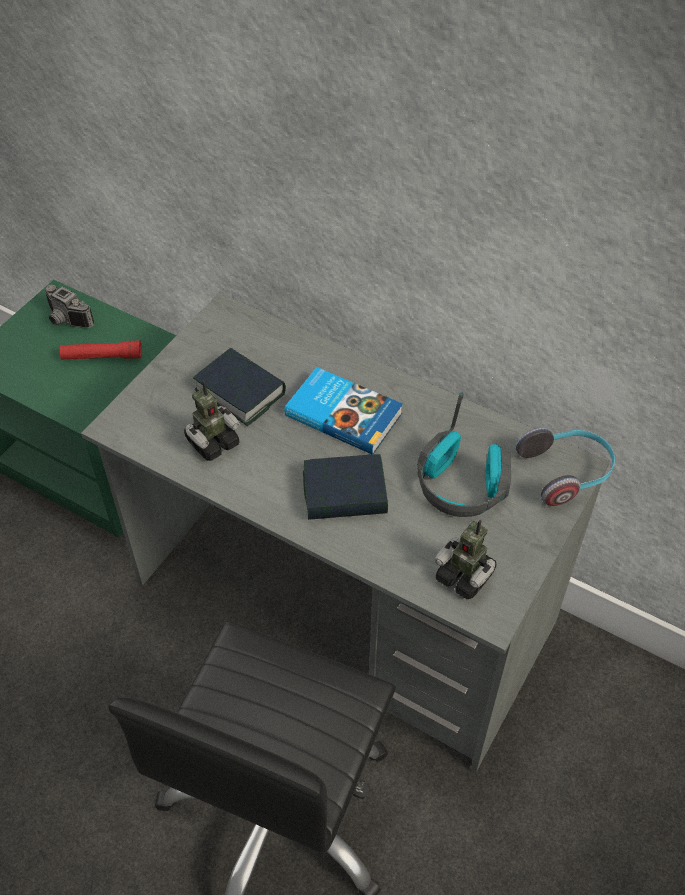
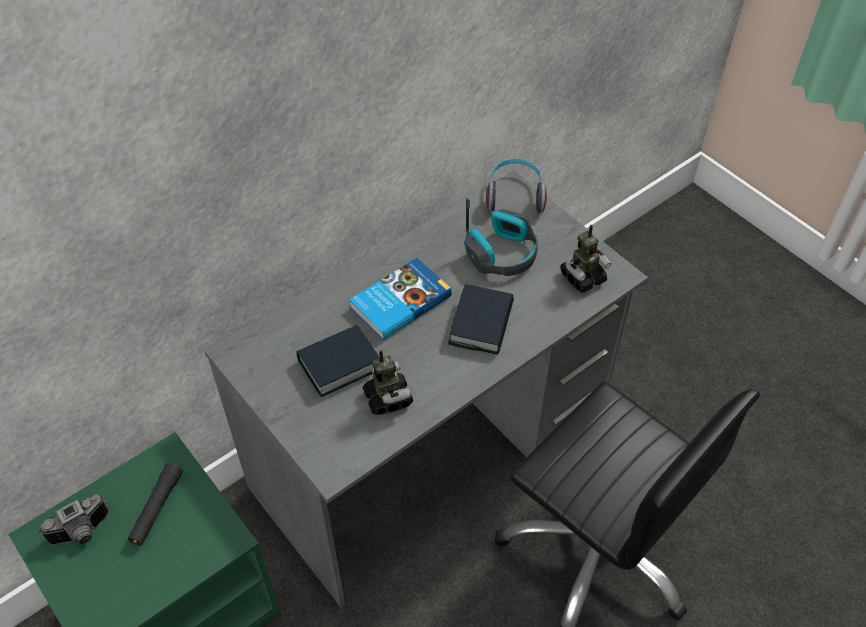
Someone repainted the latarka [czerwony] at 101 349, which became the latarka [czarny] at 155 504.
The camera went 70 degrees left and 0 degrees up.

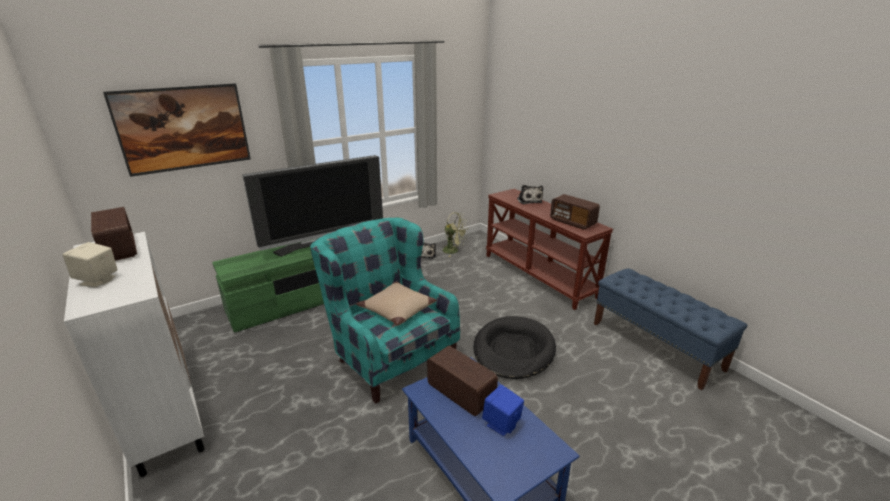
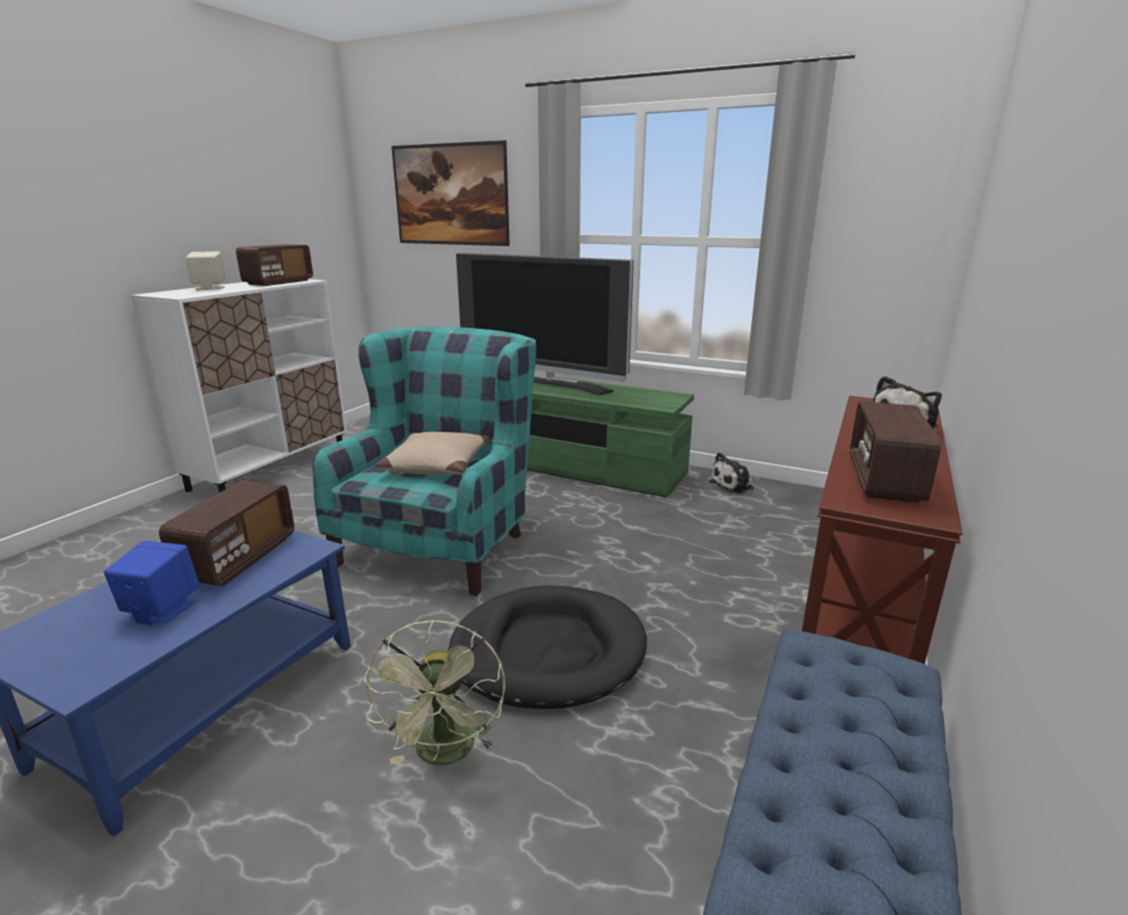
Someone carried the wentylator [zielony] from 454 234 to 434 692.
The camera went 60 degrees right and 5 degrees down.

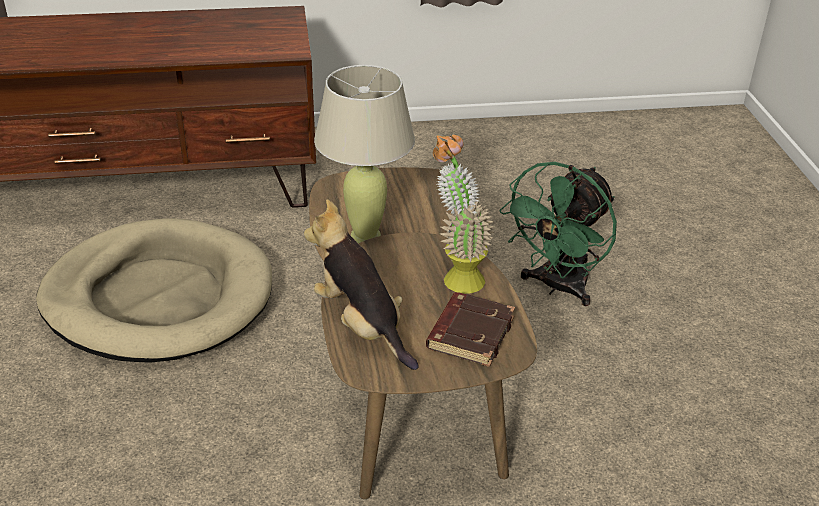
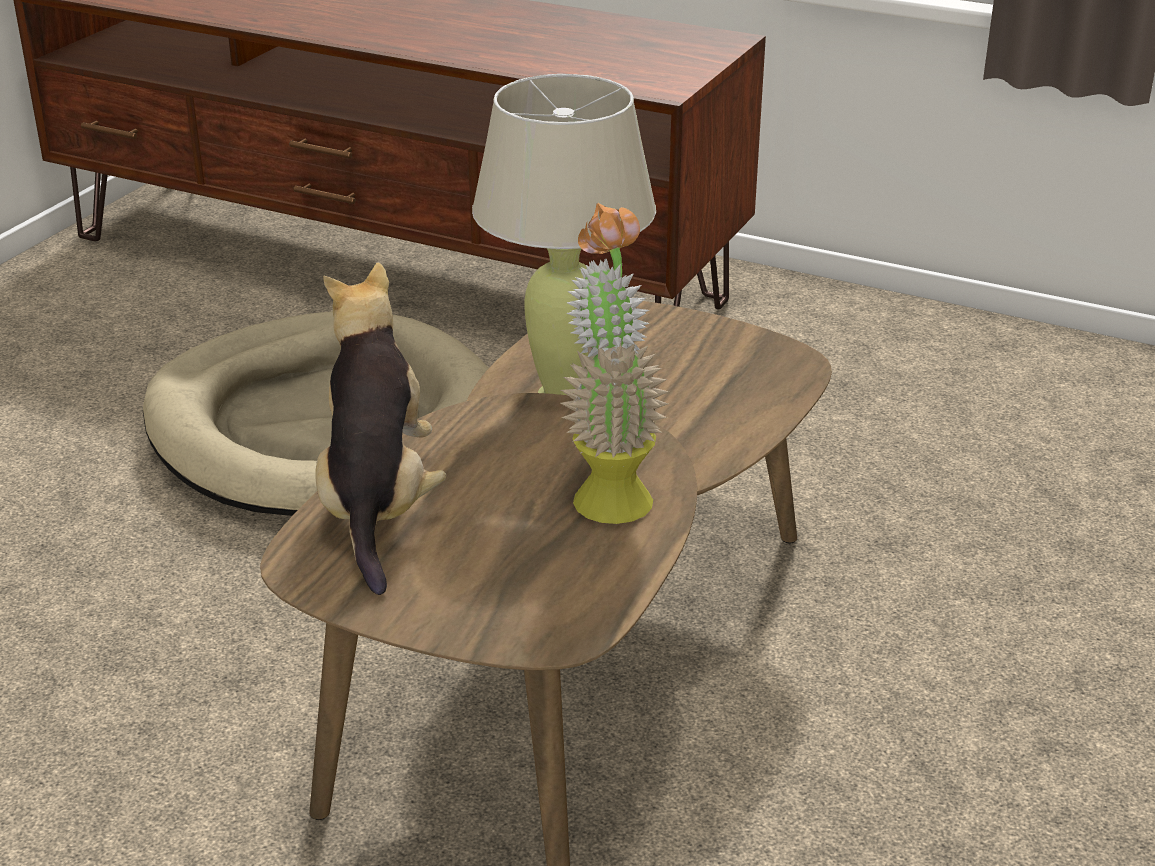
Someone took away the wentylator [zielony] at 558 234.
Someone took away the książka [brązowy] at 470 329.
The camera went 35 degrees right and 5 degrees down.

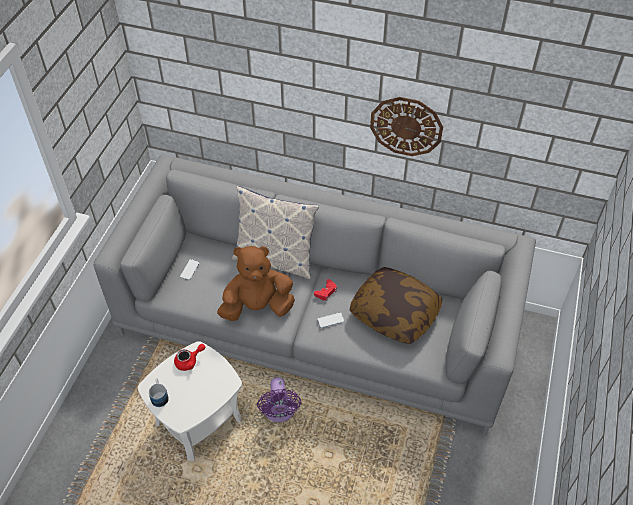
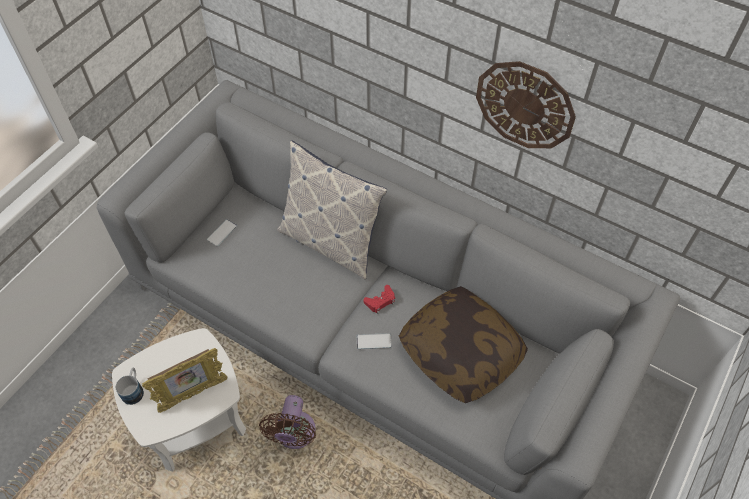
Someone took away the pluszak [brązowy] at 256 283.
Someone took away the imbryk [czerwony] at 189 357.
Someone repainted the wentylator [fioletowy] at 279 399, which became the wentylator [brązowy] at 287 422.
Someone put down the ramka na zdjęcie at 185 380.
The camera went 15 degrees right and 5 degrees up.

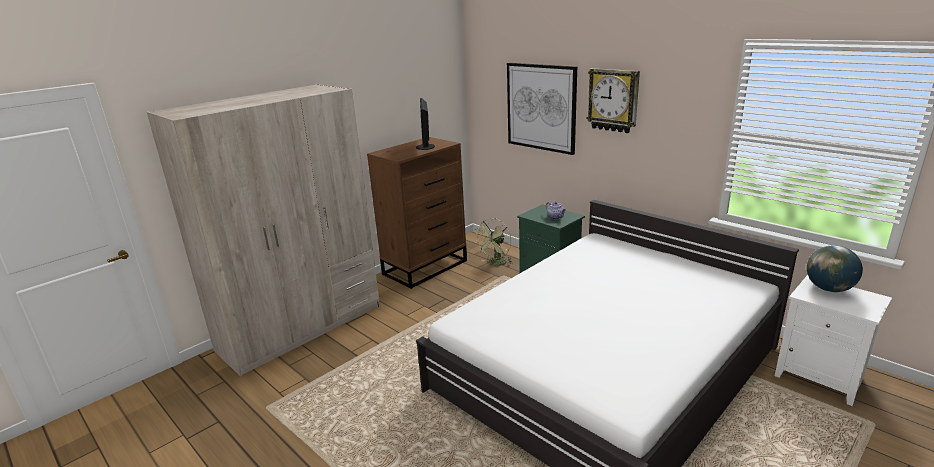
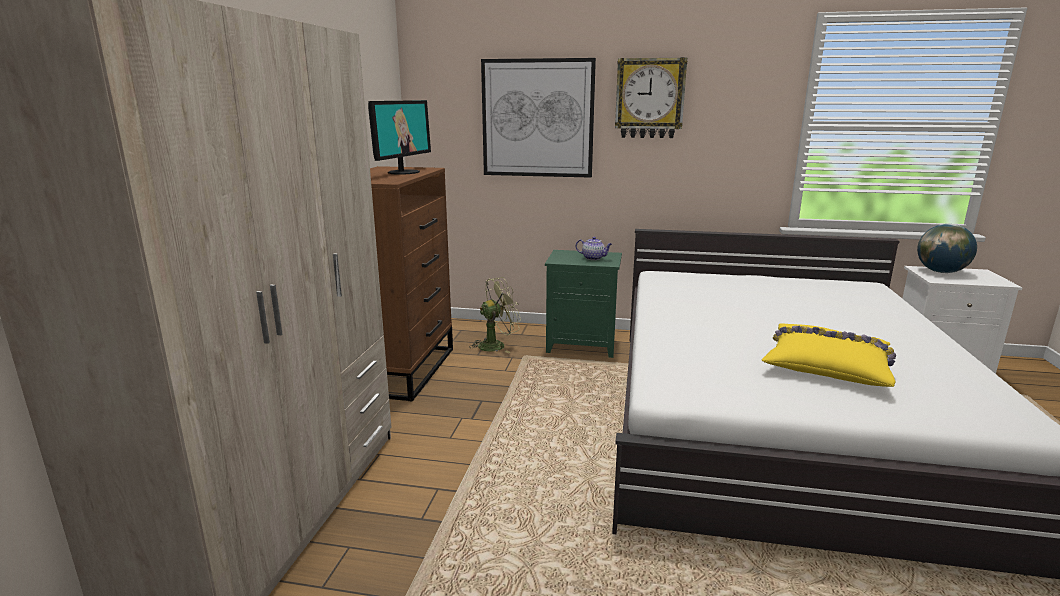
Someone rotated the monitor at 425 124 by 120 degrees counterclockwise.
Someone rotated the wentylator [zielony] at 493 242 by 120 degrees counterclockwise.
Someone put down the poduszka [żółty] at 829 355.
The camera went 35 degrees left and 5 degrees down.

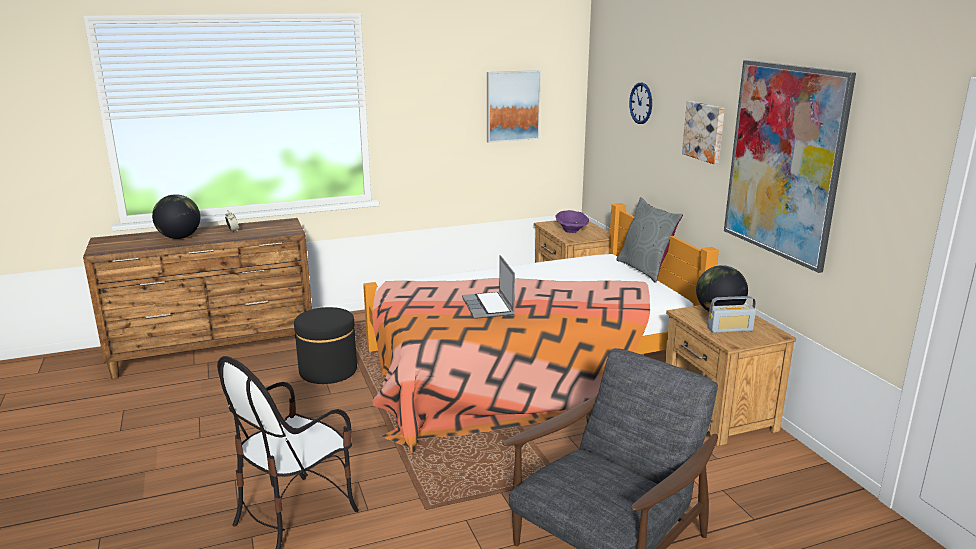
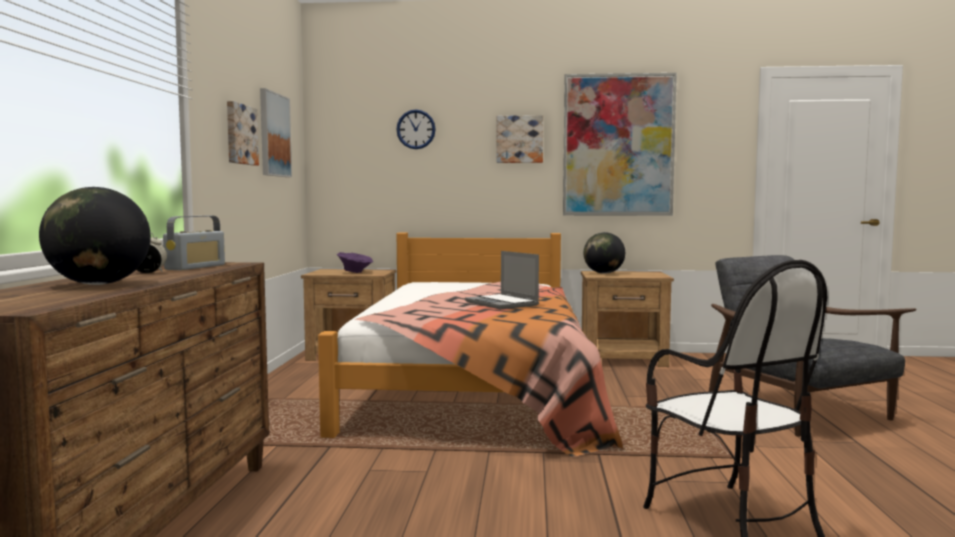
Someone took away the poduszka [szary] at 649 239.
Someone rotated the laptop at 488 287 by 45 degrees clockwise.
Someone carried the radio from 731 314 to 194 243.
Someone took away the pufa [czarny] at 325 345.
Someone put up the obraz at 243 133.
The camera went 65 degrees left and 15 degrees down.

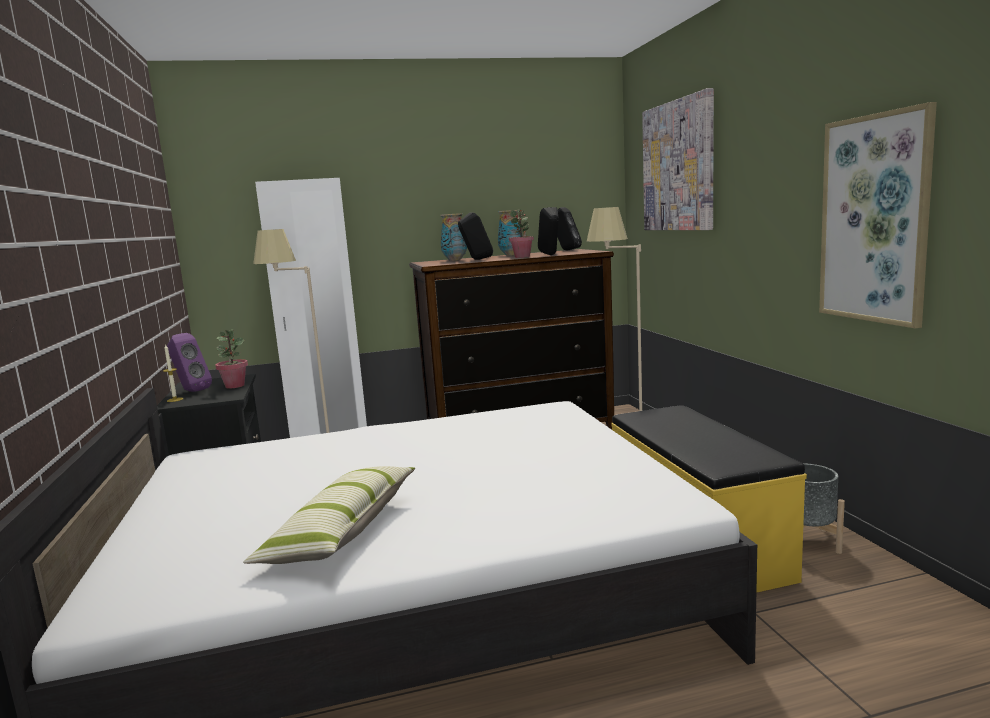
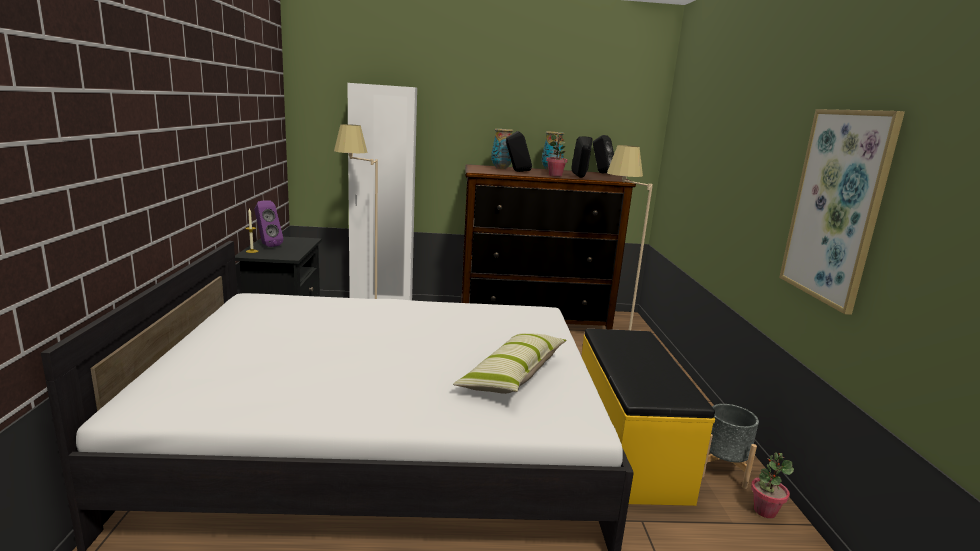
Someone took away the obraz at 678 159.
Someone carried the roślina doniczkowa from 231 359 to 772 485.
Someone carried the poduszka from 329 515 to 510 363.
The camera went 10 degrees right and 5 degrees up.

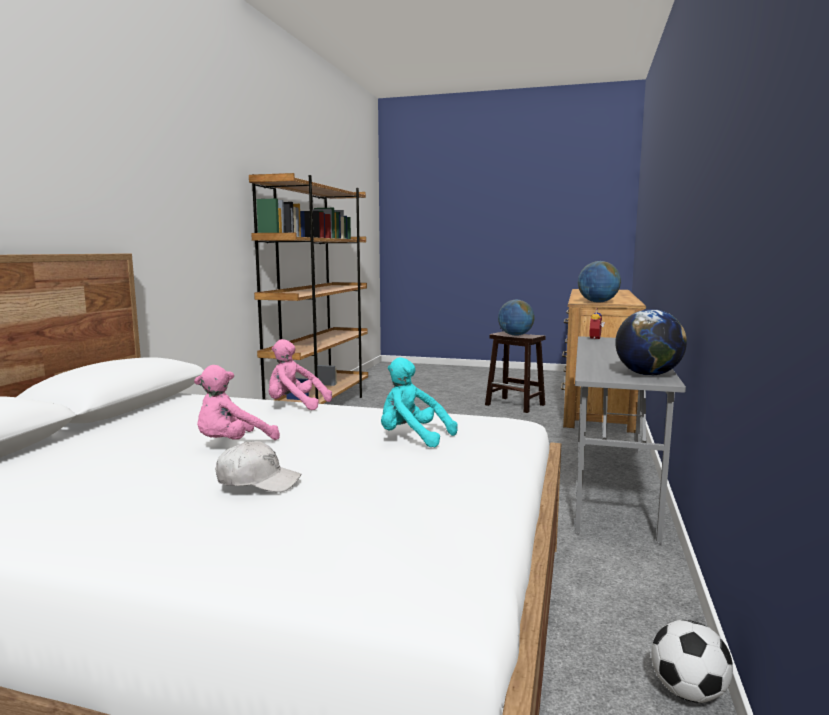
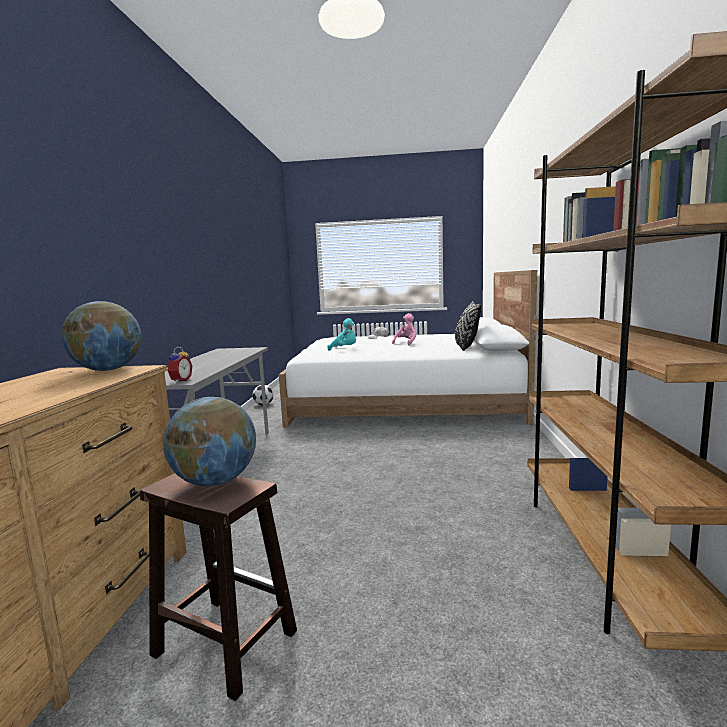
Someone took away the globus at 651 342.
Someone took away the pluszak [różowy] at 300 374.
Someone put down the poduszka [czarny] at 468 326.
The camera went 170 degrees right and 0 degrees up.

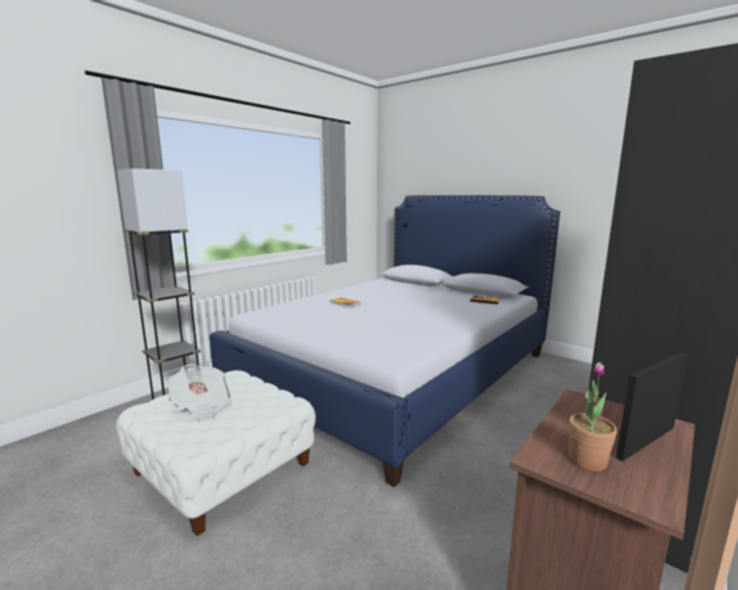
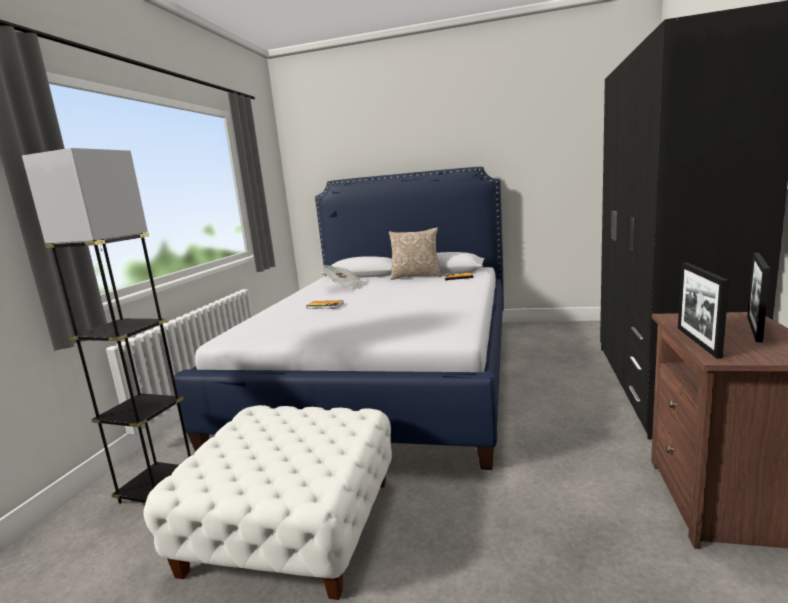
Someone took away the roślina doniczkowa at 593 416.
Someone carried the gazeta from 200 392 to 343 277.
Someone put down the poduszka at 415 253.
Someone put down the ramka na zdjęcie at 703 310.
The camera went 25 degrees left and 0 degrees up.

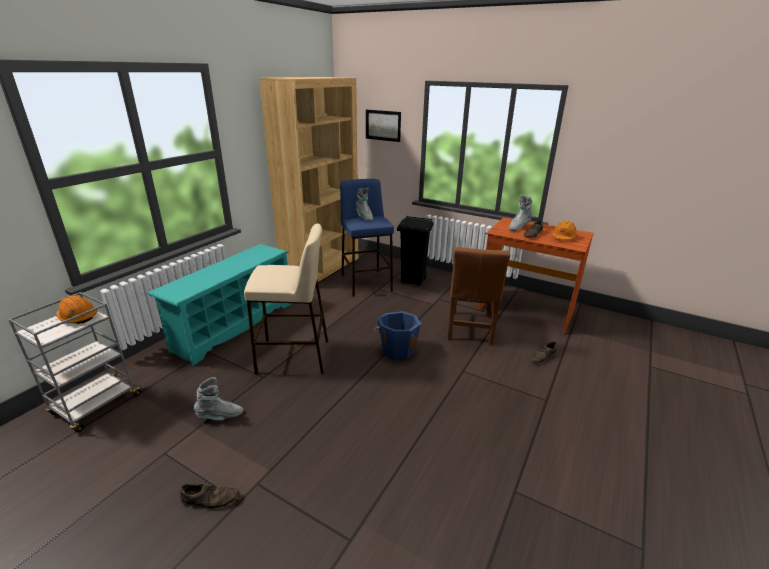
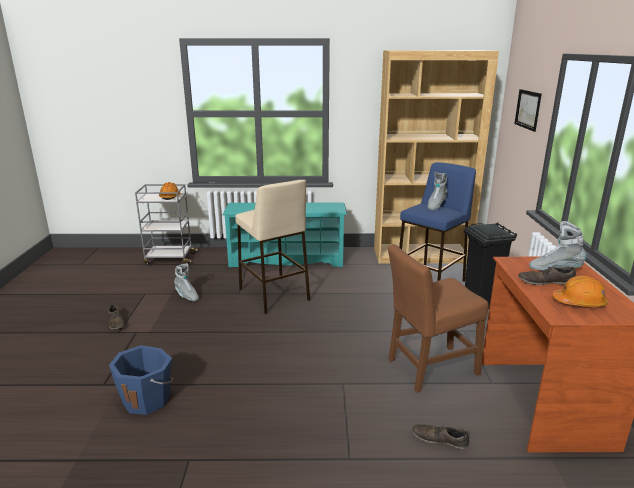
Someone carried the wiadro [niebieski] from 398 335 to 141 380.
The camera went 60 degrees right and 5 degrees down.

